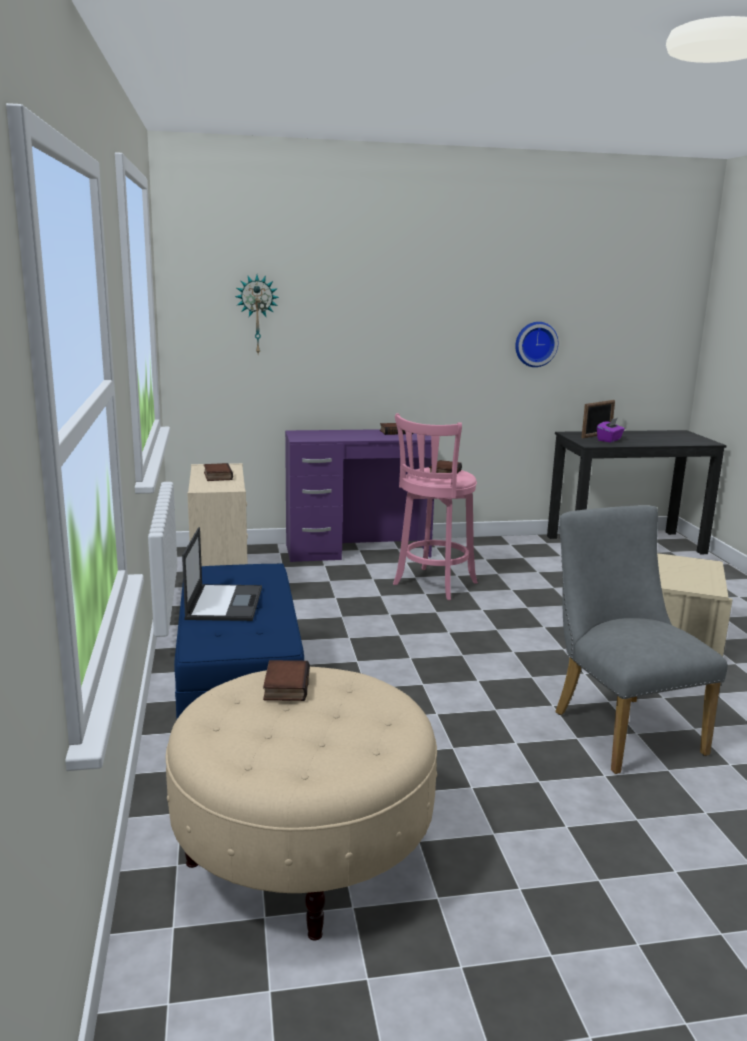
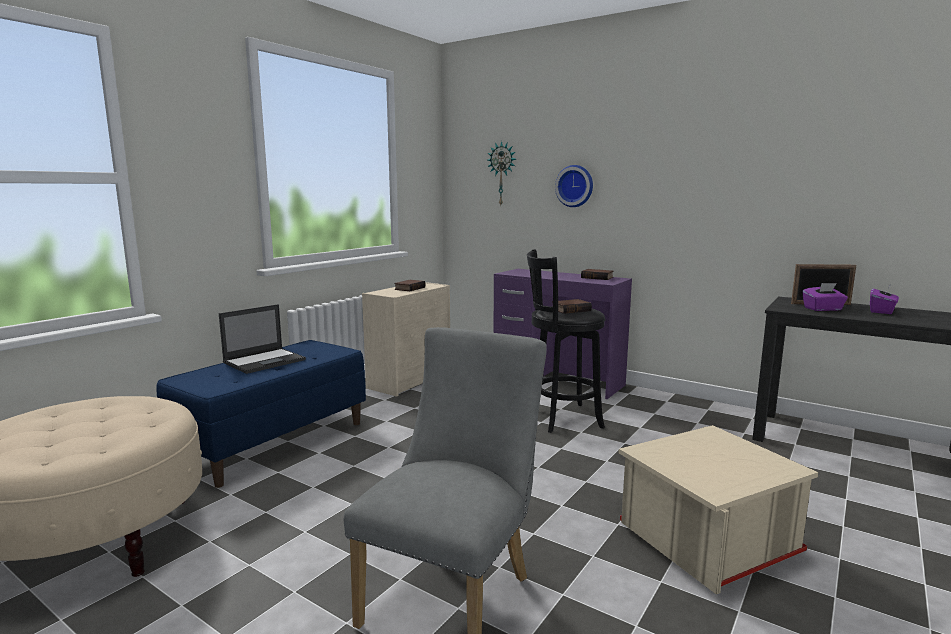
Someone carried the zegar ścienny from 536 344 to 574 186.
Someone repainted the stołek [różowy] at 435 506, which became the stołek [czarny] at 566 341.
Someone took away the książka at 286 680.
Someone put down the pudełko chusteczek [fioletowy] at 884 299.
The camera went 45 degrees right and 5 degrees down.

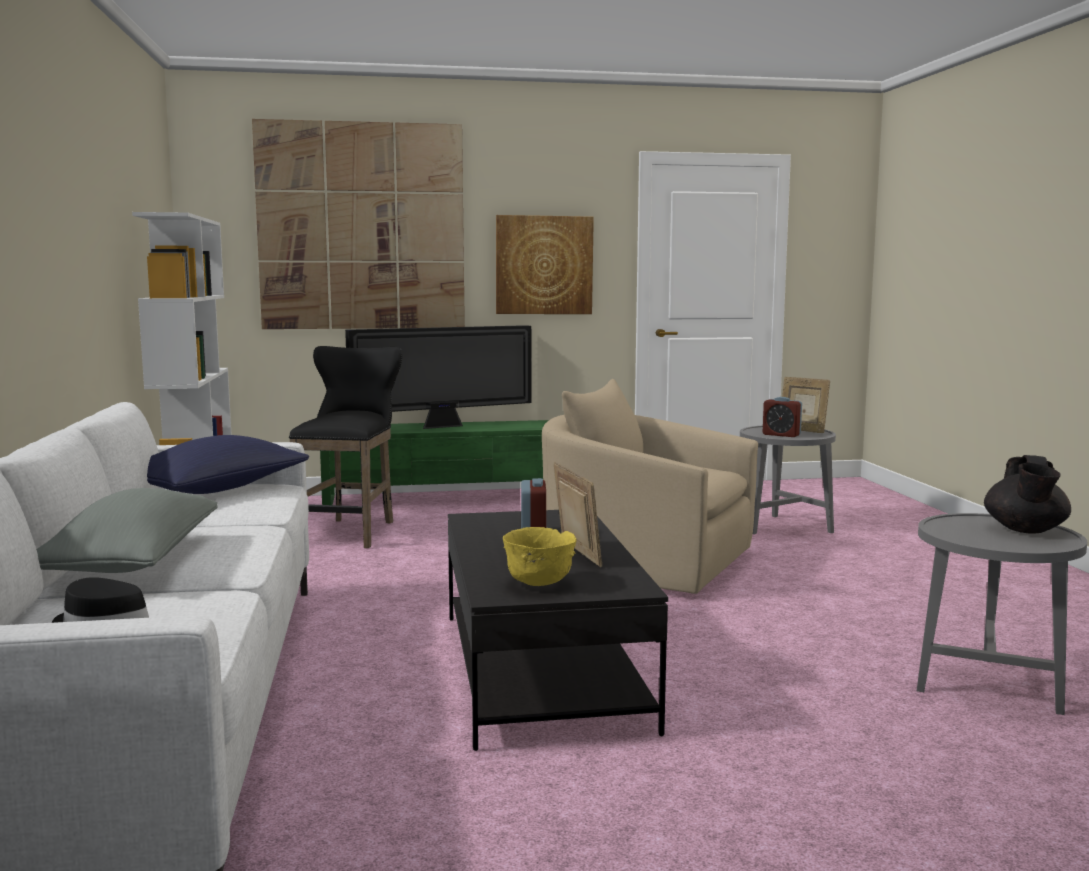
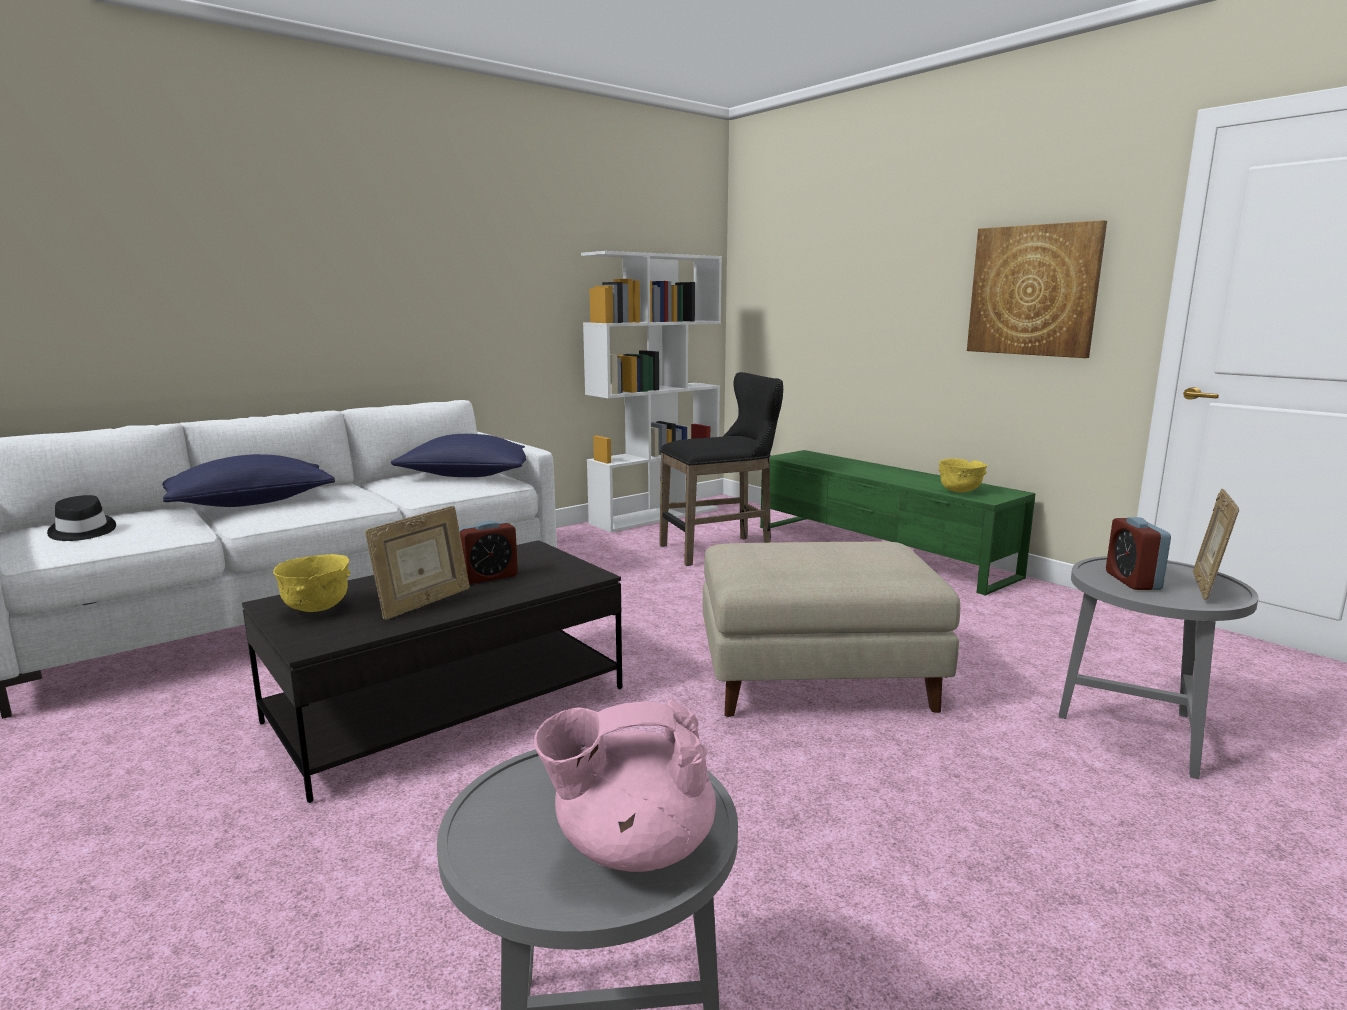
Someone took away the obraz at 358 224.
Someone took away the telewizor at 438 377.
Someone swapped the fotel [beżowy] at 650 486 for the pufa [beżowy] at 831 629.
Someone repainted the imbryk [czarny] at 1027 494, which became the imbryk [różowy] at 625 786.
Someone repainted the poduszka [szary] at 127 530, which became the poduszka [niebieski] at 248 480.
Someone put down the miska [żółty] at 962 475.
The camera went 60 degrees right and 5 degrees up.

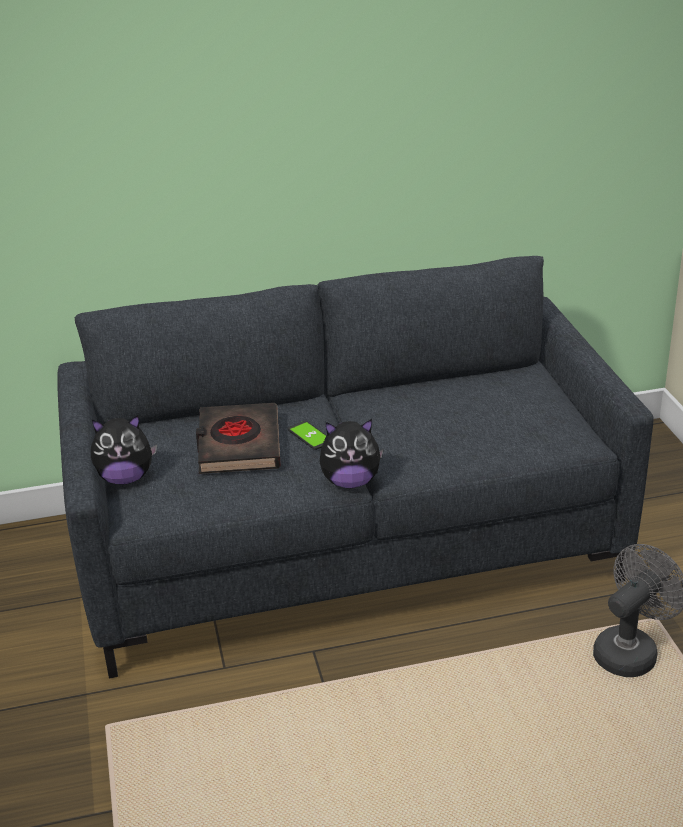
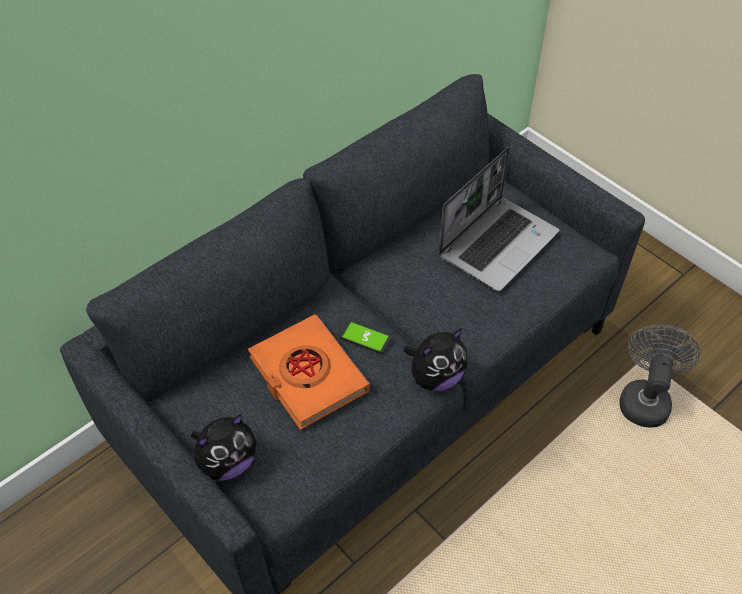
Someone repainted the książka [czarny] at 238 438, which became the książka [pomarańczowy] at 309 372.
Someone put down the laptop at 499 219.
The camera went 30 degrees left and 20 degrees up.

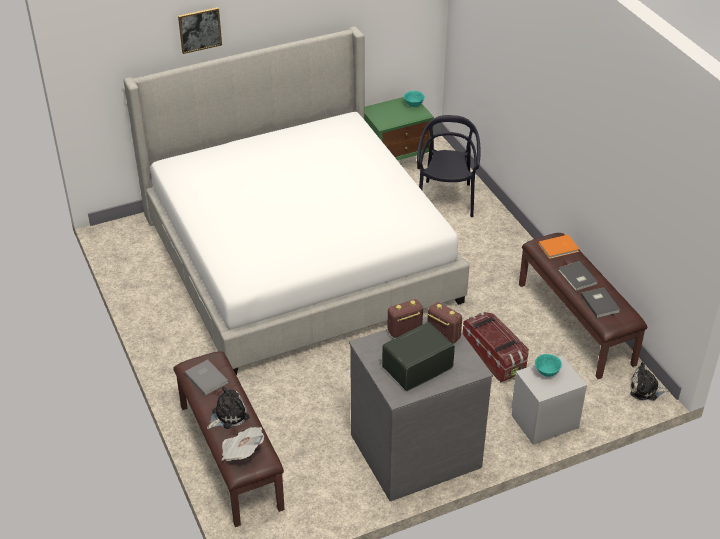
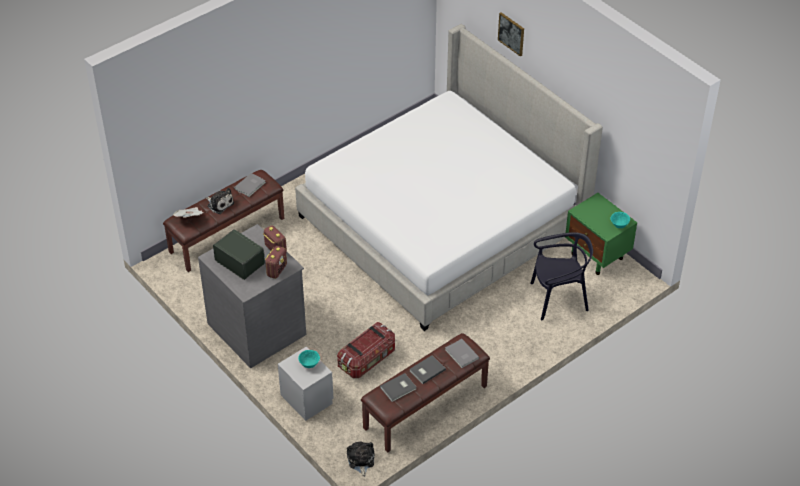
Someone repainted the książka [pomarańczowy] at 559 247, which became the książka [szary] at 462 353.
The camera went 75 degrees right and 5 degrees up.

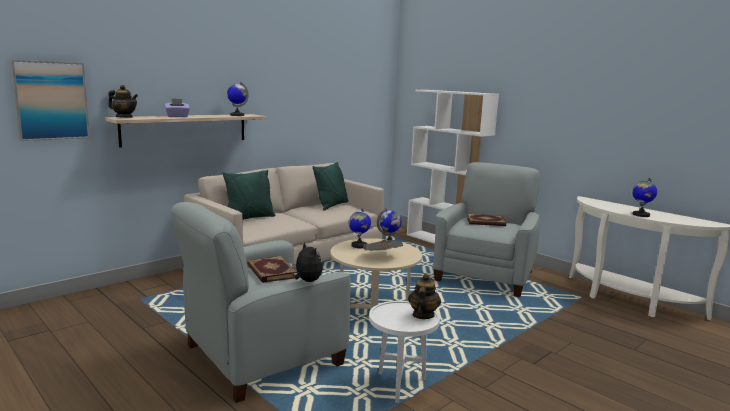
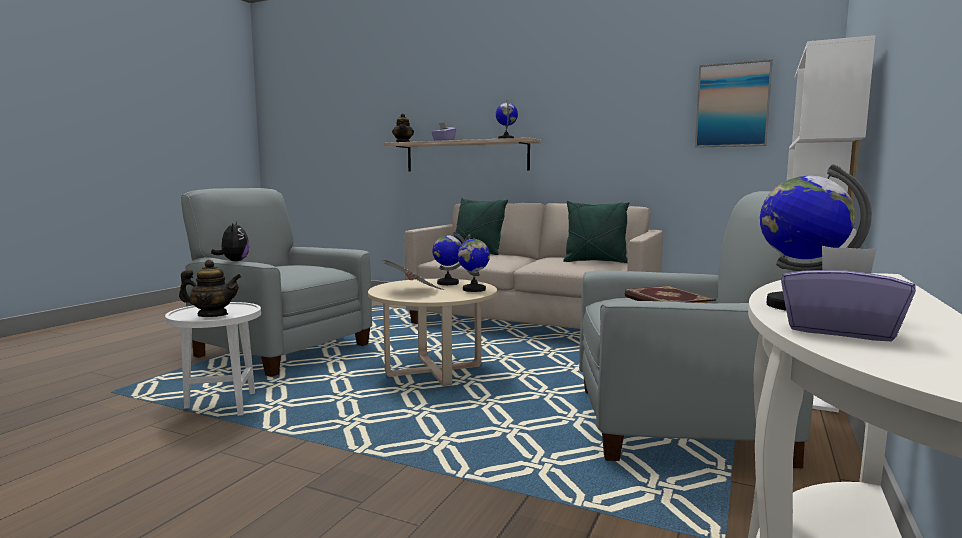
Someone carried the obraz from 50 100 to 734 103.
Someone rotated the pluszak at 307 262 by 45 degrees counterclockwise.
Someone took away the książka at 272 269.
Someone put down the pudełko chusteczek [fioletowy] at 848 293.
The camera went 70 degrees right and 5 degrees down.

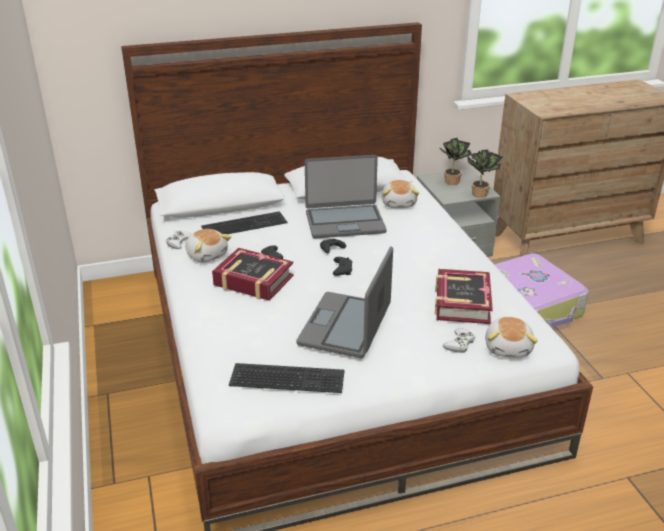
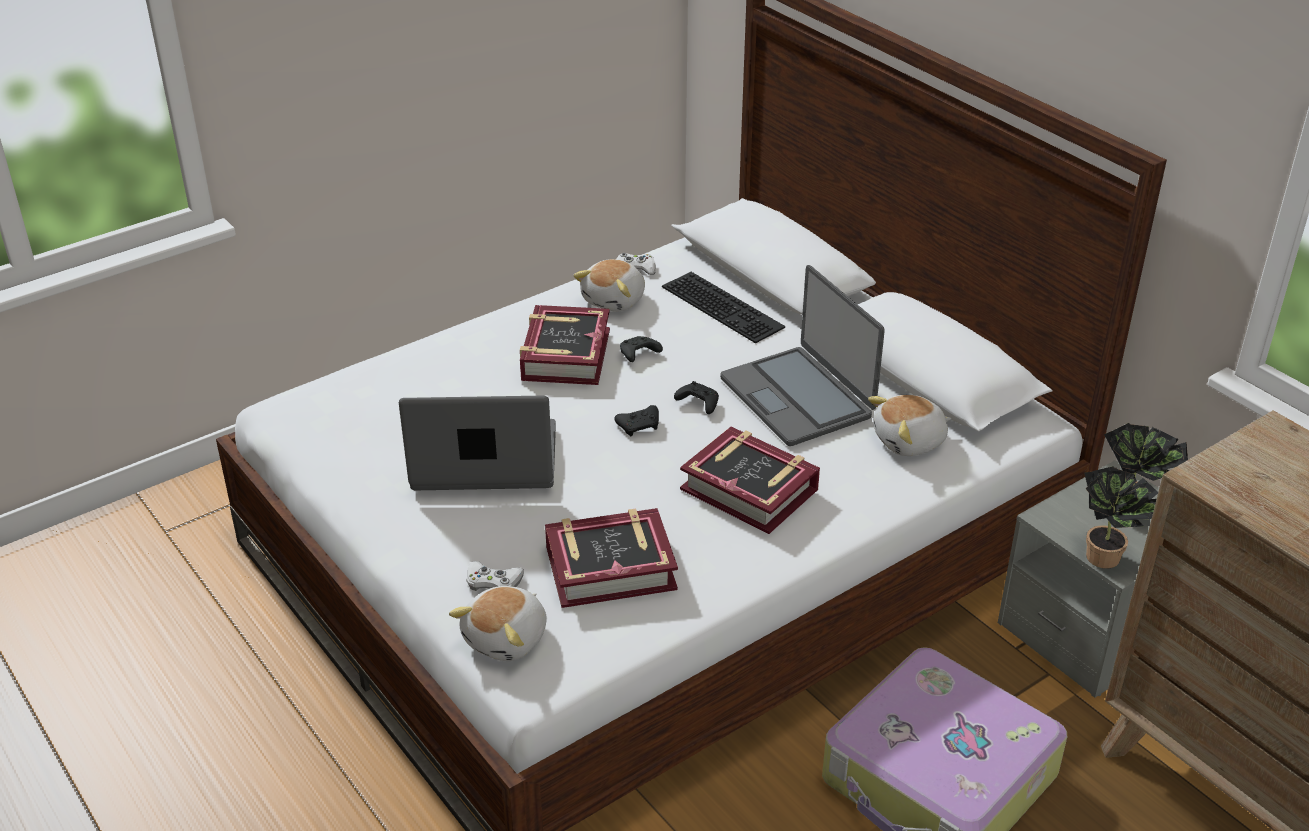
Someone rotated the pluszak at 511 337 by 45 degrees counterclockwise.
Someone took away the klawiatura at 287 378.
Someone put down the książka at 750 480.
The camera went 70 degrees right and 5 degrees up.

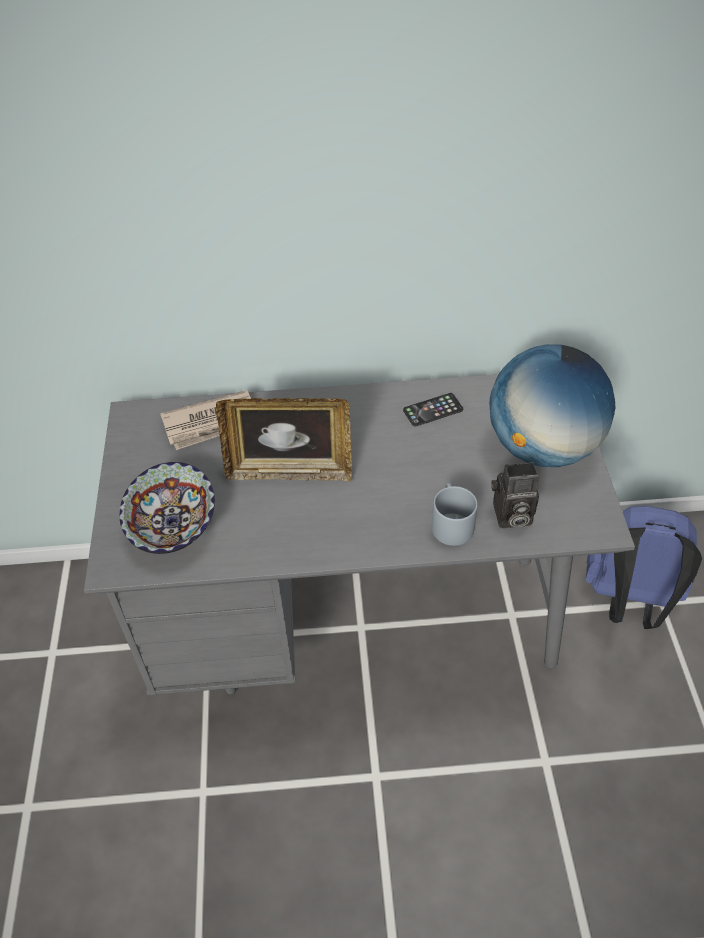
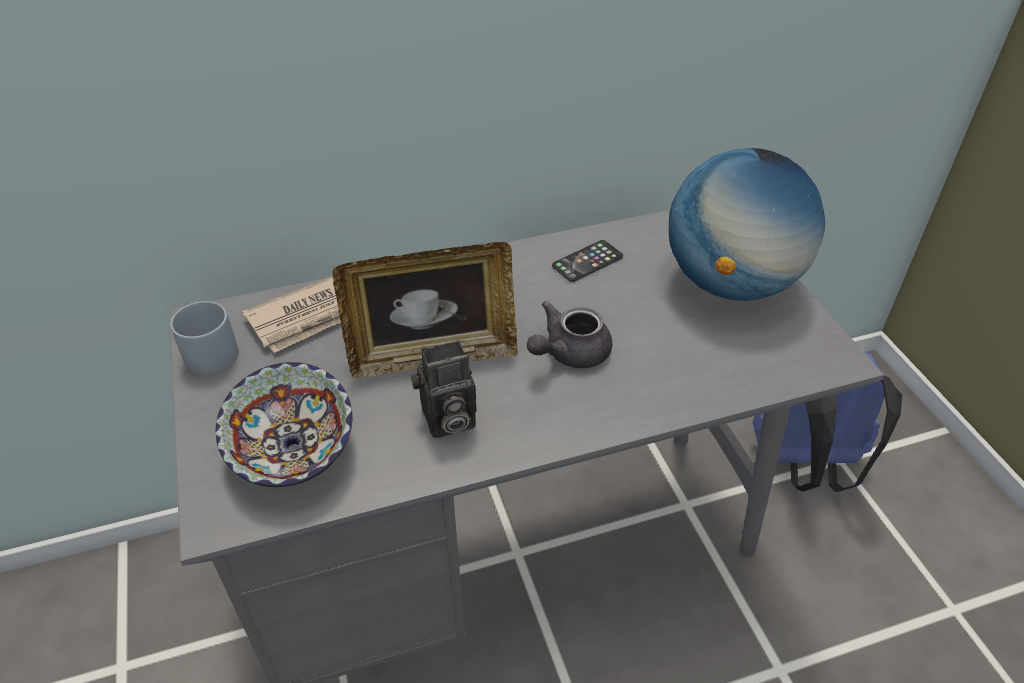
Someone carried the aparat fotograficzny from 515 495 to 443 389.
Someone carried the kubek [szary] from 455 514 to 204 338.
Someone put down the imbryk [szary] at 569 334.
The camera went 15 degrees left and 5 degrees down.

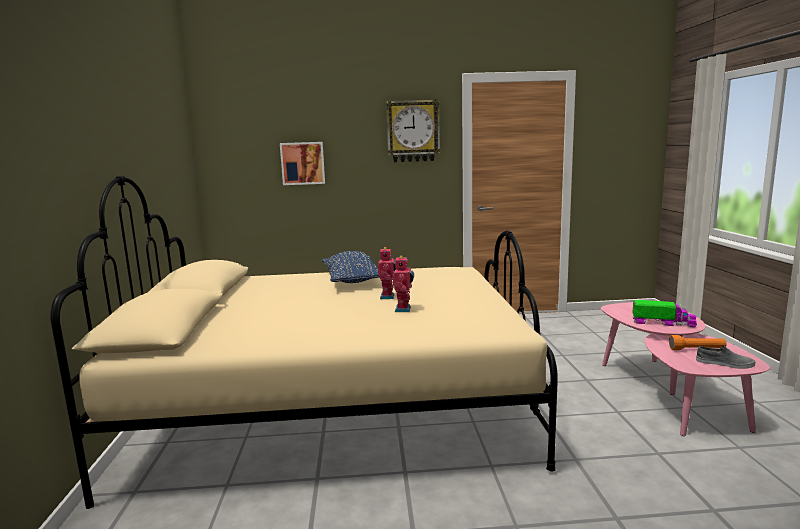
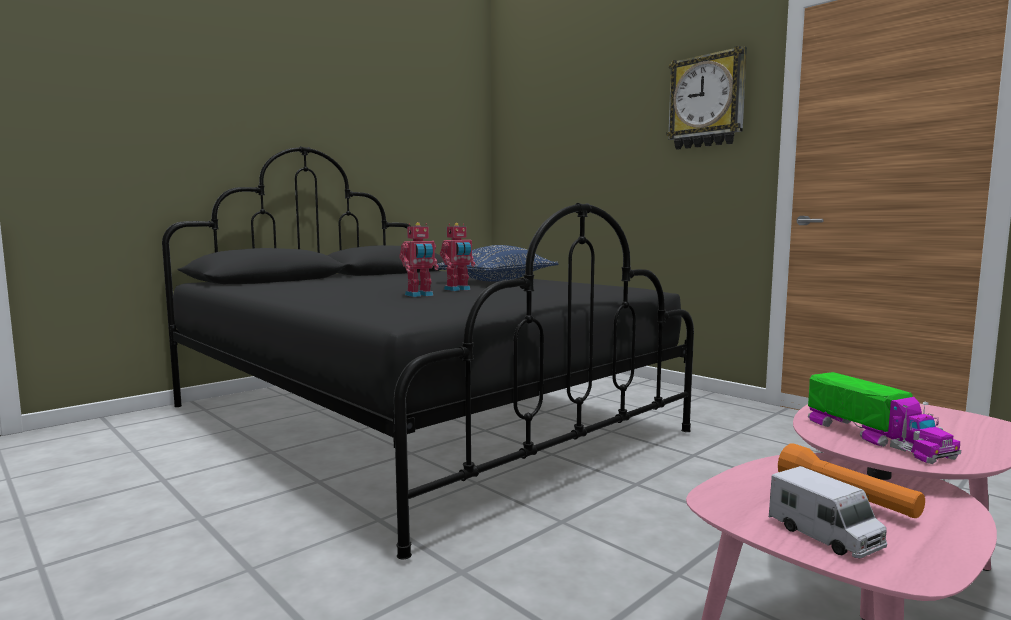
Someone took away the obraz at 302 163.
Someone repainted the łóżko [beżowy] at 304 342, which became the łóżko [czarny] at 428 352.
Someone swapped the but [szary] at 725 357 for the ciężarówka zabawkowa at 828 512.
The camera went 50 degrees right and 5 degrees down.

